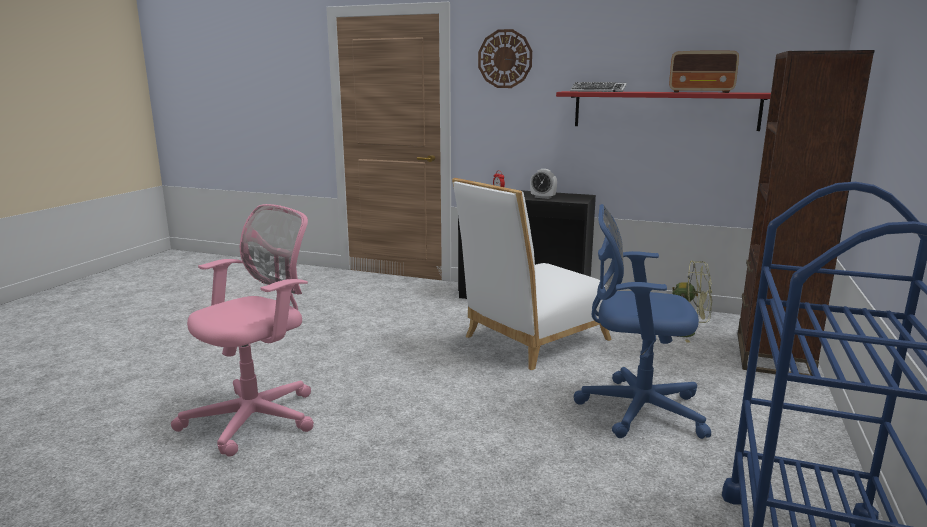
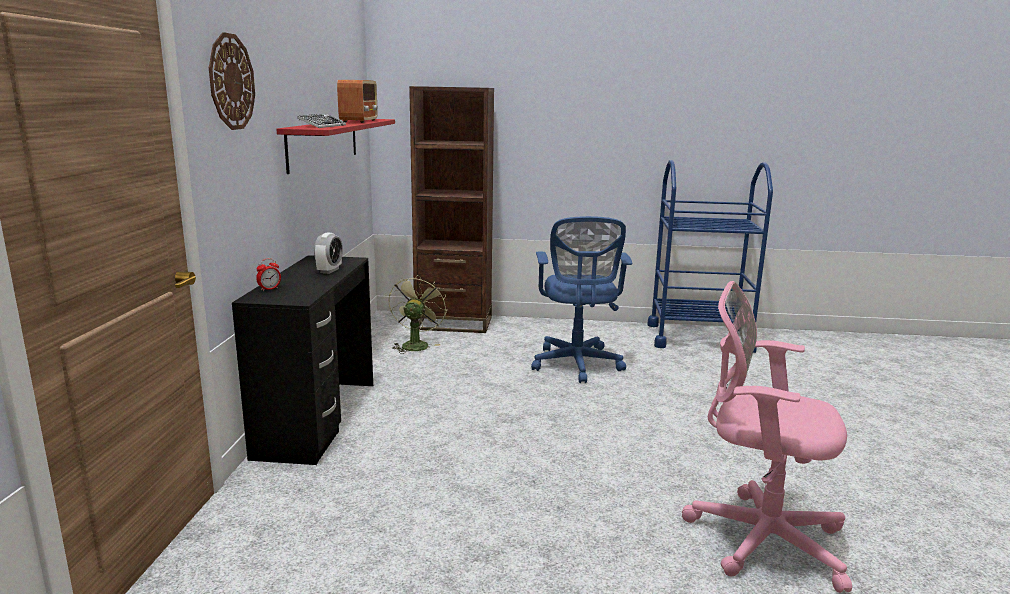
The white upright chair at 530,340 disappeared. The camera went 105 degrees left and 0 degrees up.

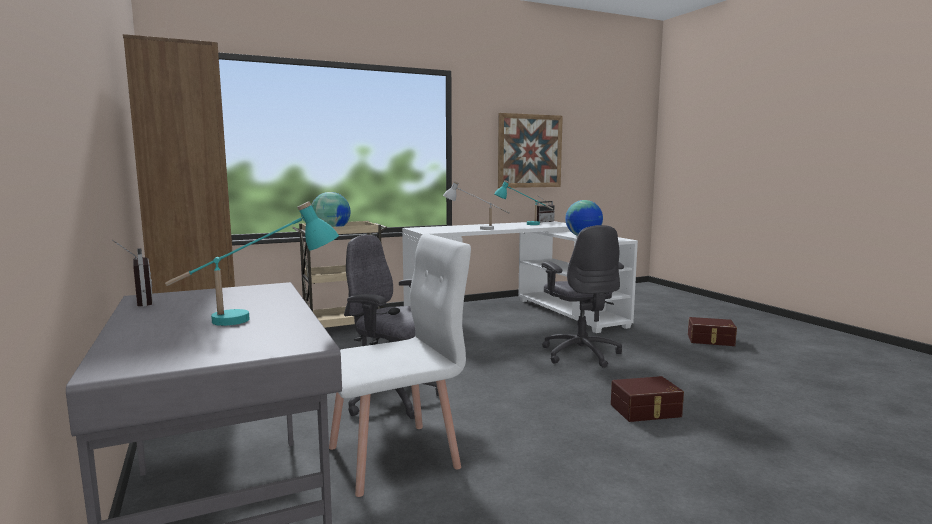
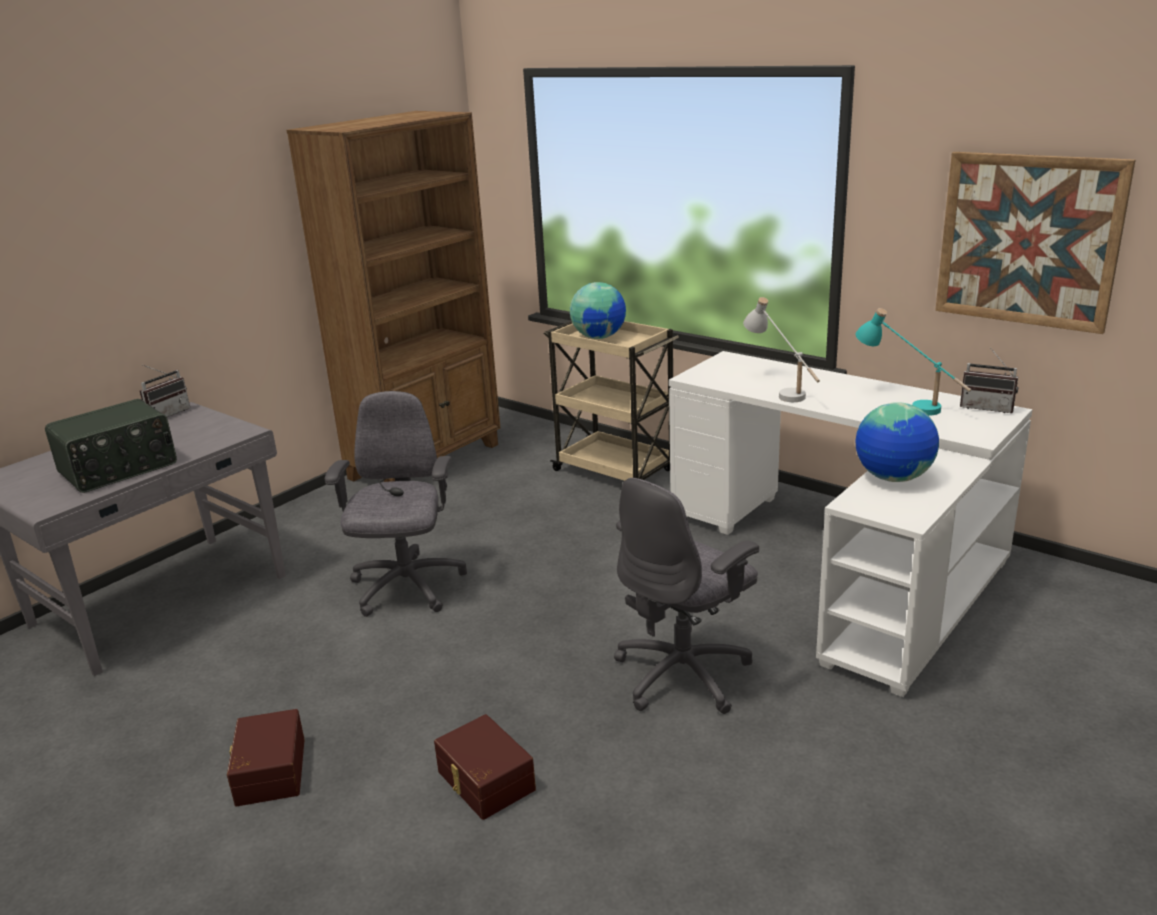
The white upright chair at 394,457 disappeared. The brown-coloured storage box moved from 711,340 to 268,771. The turquoise-coloured table lamp at 258,318 was replaced by the radio at 119,469. The camera went 65 degrees right and 15 degrees up.

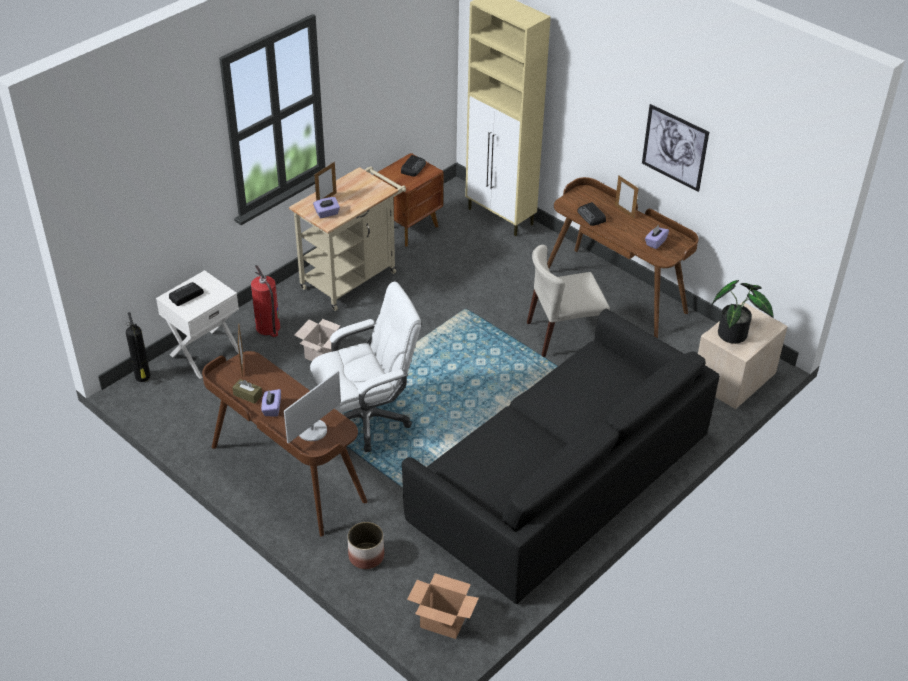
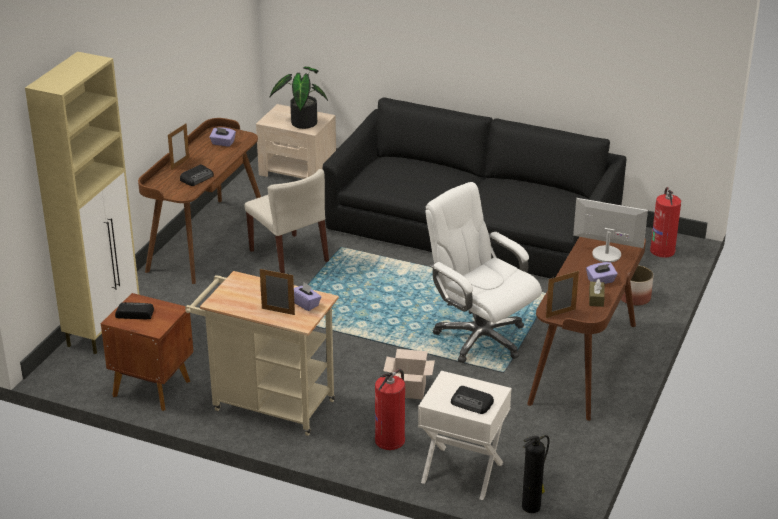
The wall picture at 675,147 disappeared. The carton at 442,622 was replaced by the extinguisher at 662,250. The camera went 110 degrees left and 10 degrees down.

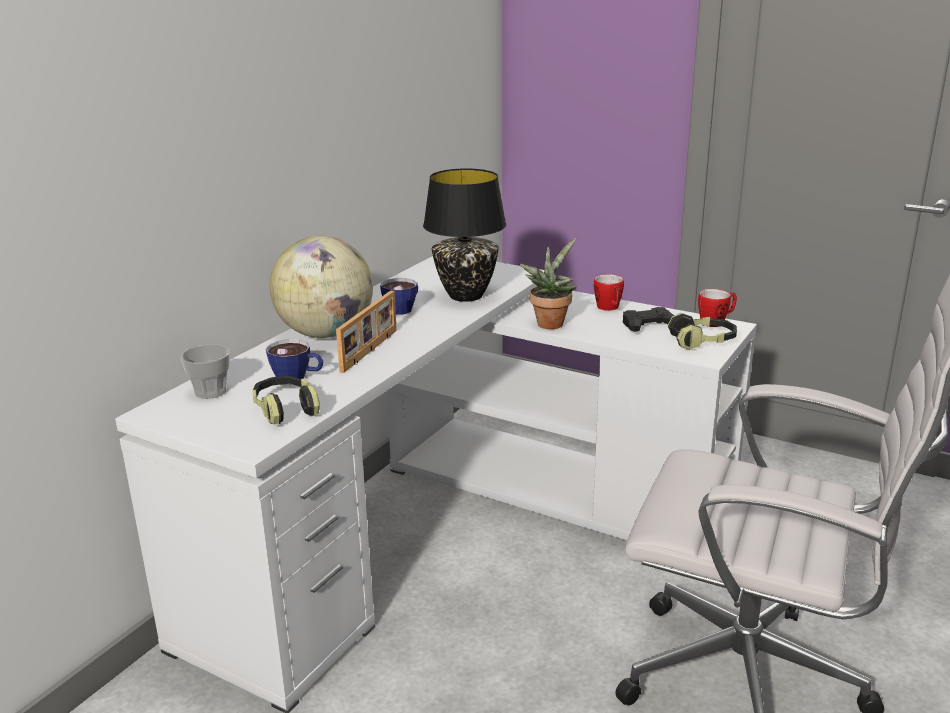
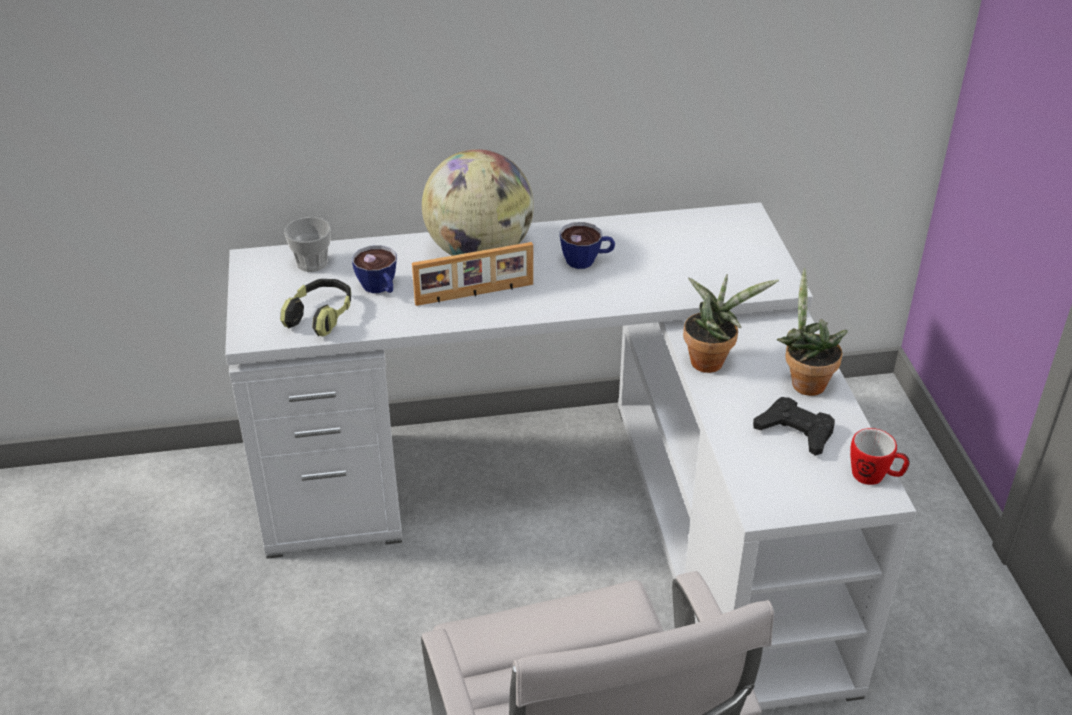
The blackish table lamp at 466,296 disappeared. The pair of headphones at 702,342 disappeared. The mug at 609,308 was replaced by the houseplant at 804,382. The camera went 50 degrees right and 15 degrees up.

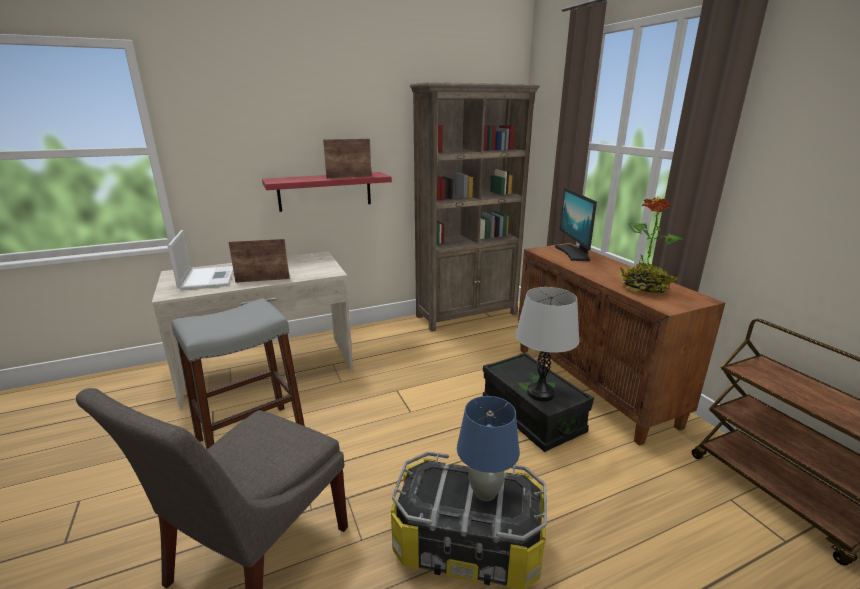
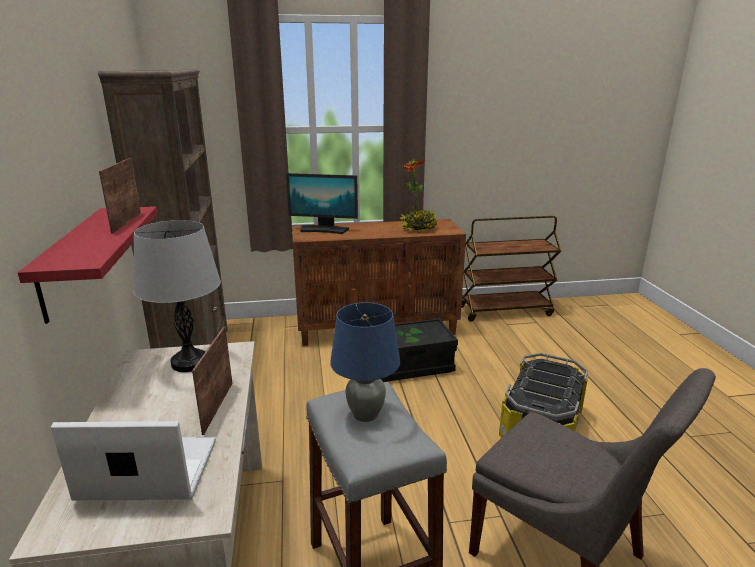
The blue-coloured table lamp moved from 485,493 to 366,414. The grey table lamp moved from 540,393 to 190,362. The camera went 75 degrees left and 0 degrees up.

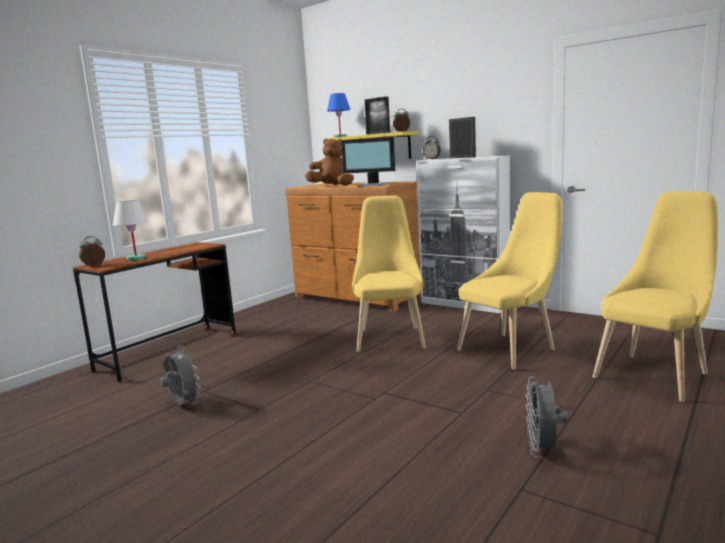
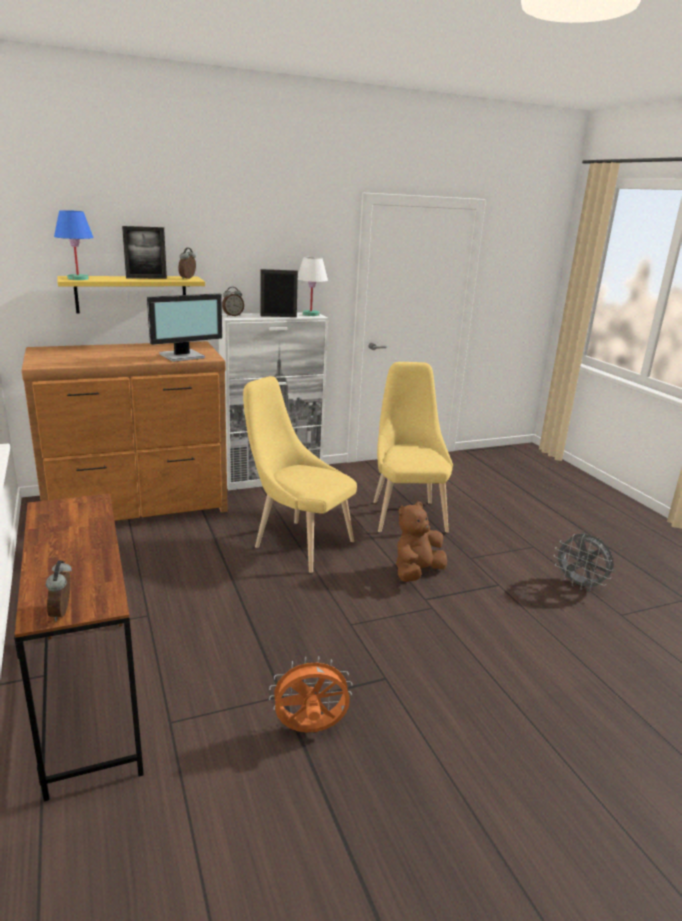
The yellow upright chair at 655,374 disappeared. The white table lamp moved from 136,258 to 311,314. The brown-coloured cuddly toy moved from 332,186 to 416,572. The grey cooling fan at 183,405 became the orange cooling fan at 310,730. The camera went 60 degrees left and 10 degrees up.

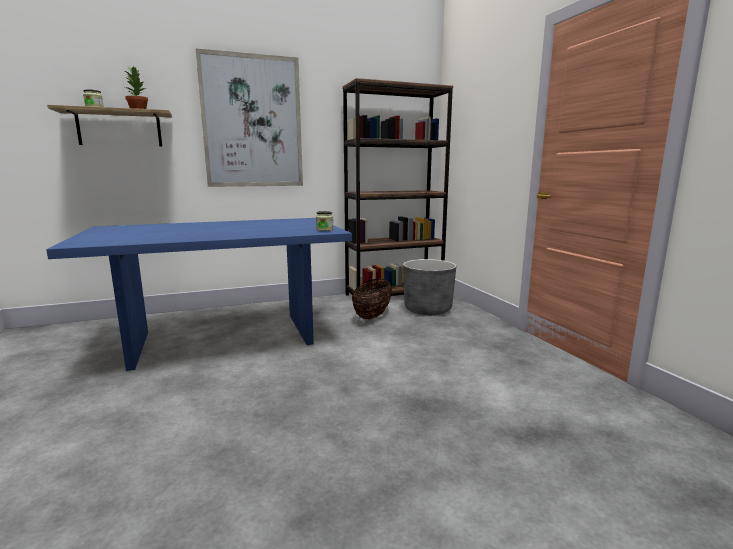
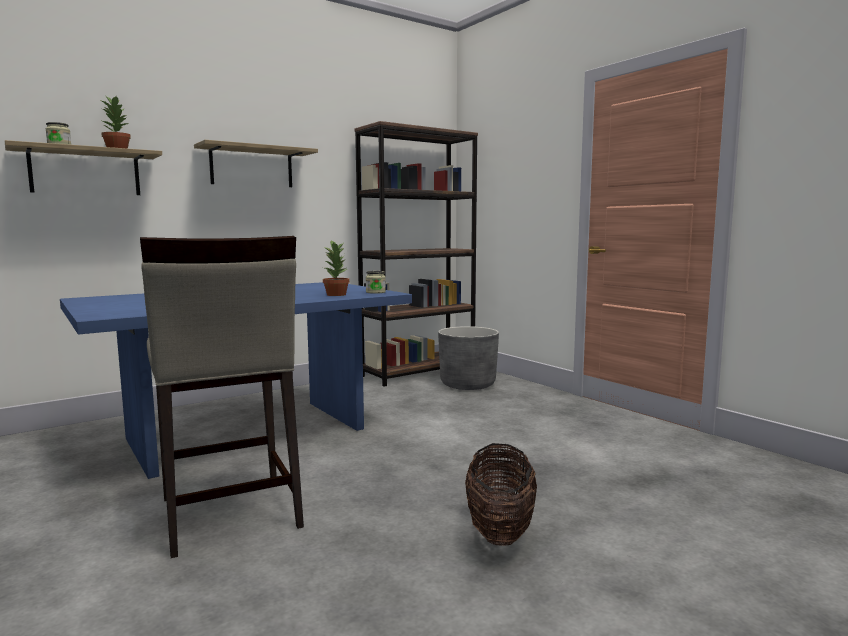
The beige sitting stool at 229,513 appeared. The houseplant at 336,294 appeared. The household basket moved from 372,316 to 499,529. The wall picture at 252,122 was replaced by the wall shelf at 252,167. The camera went 15 degrees left and 5 degrees down.

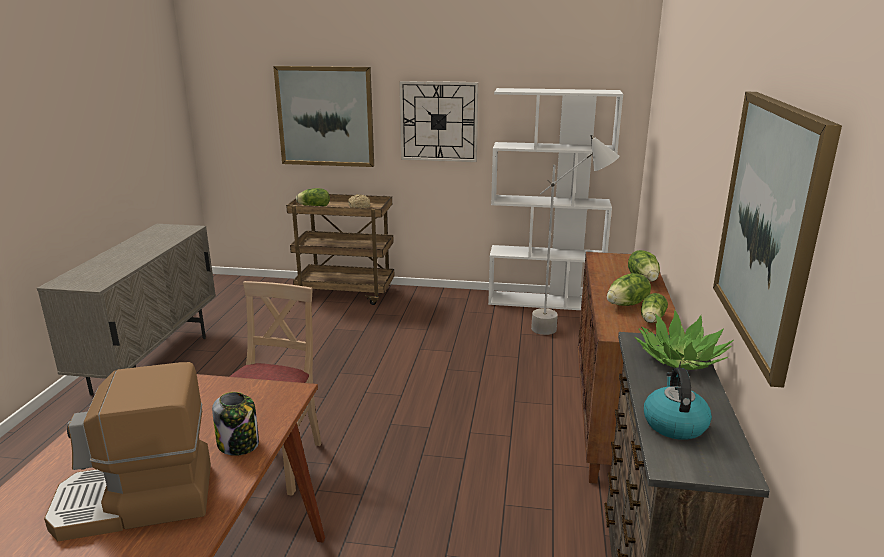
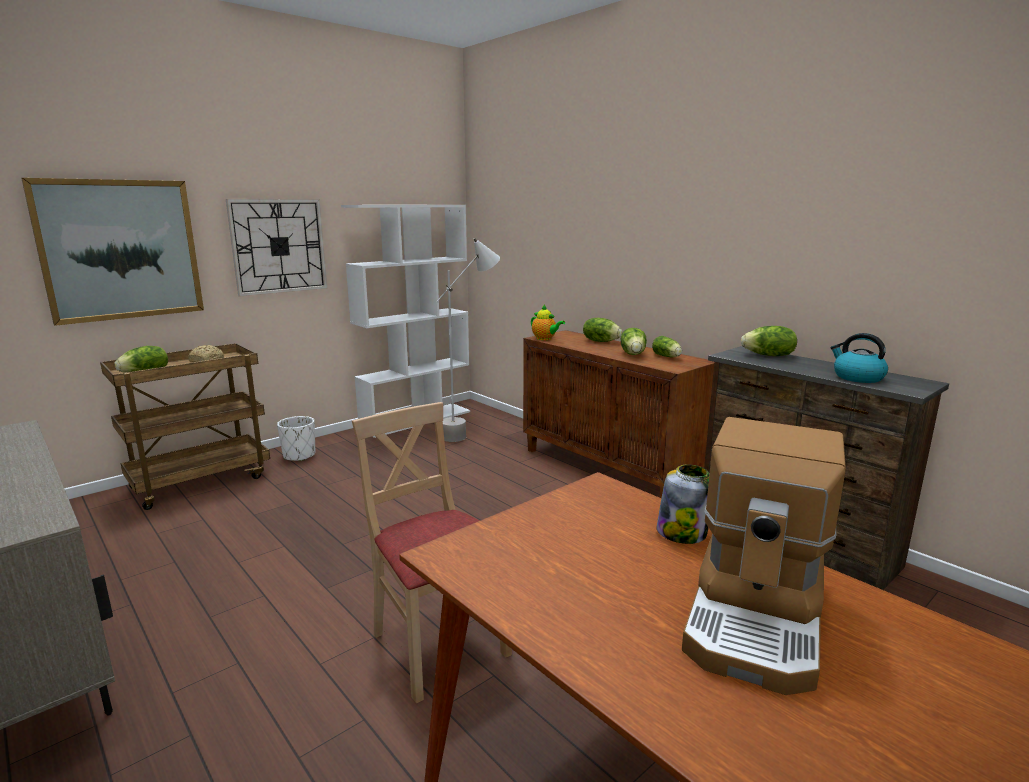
The wall picture at 769,225 disappeared. The white flower pot at 299,455 appeared. The teapot at 545,339 appeared. The houseplant at 680,359 was replaced by the head of lettuce at 769,355. The camera went 50 degrees left and 5 degrees down.

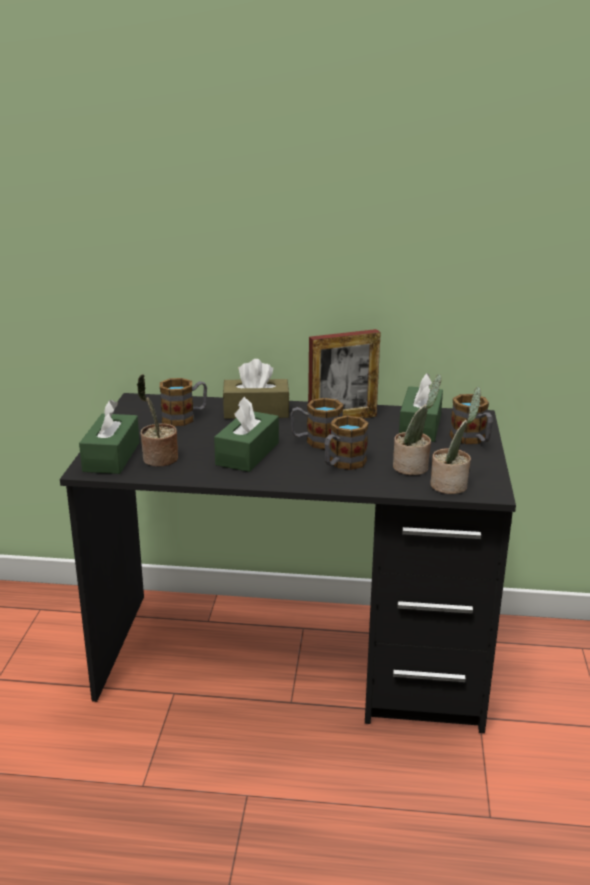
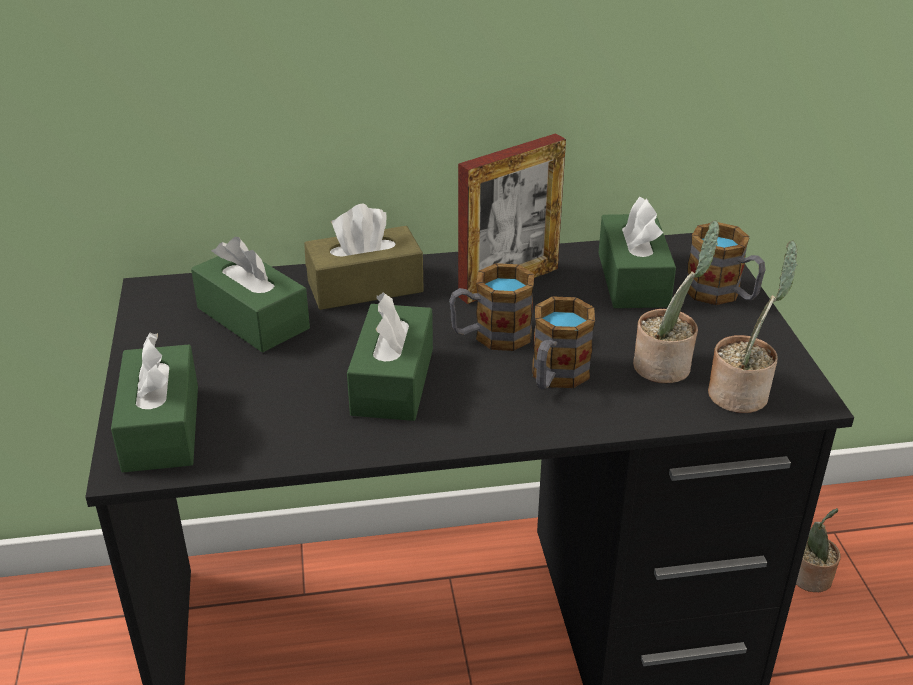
The houseplant moved from 158,459 to 811,579. The mug at 185,418 was replaced by the green-coloured tissue holder at 253,318. The camera went 15 degrees left and 10 degrees up.

